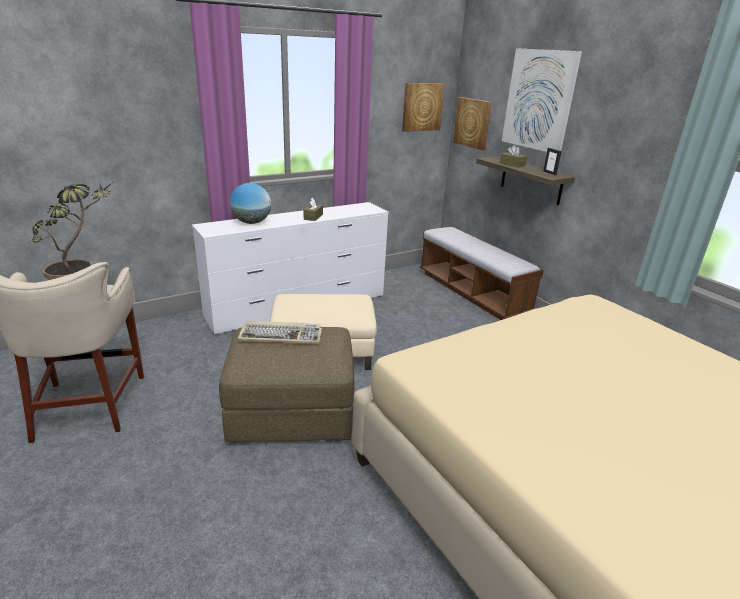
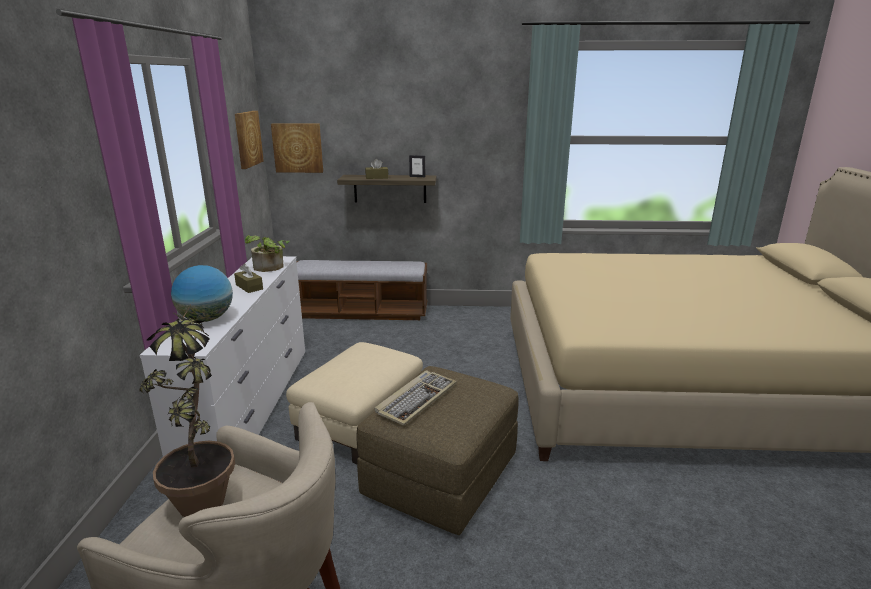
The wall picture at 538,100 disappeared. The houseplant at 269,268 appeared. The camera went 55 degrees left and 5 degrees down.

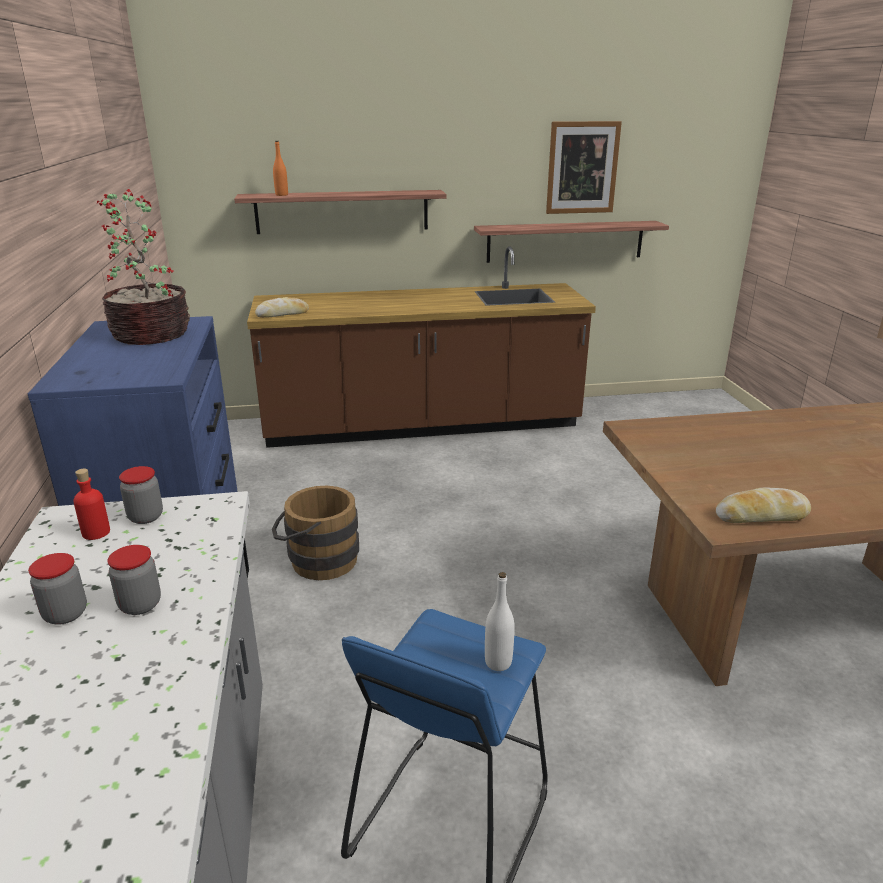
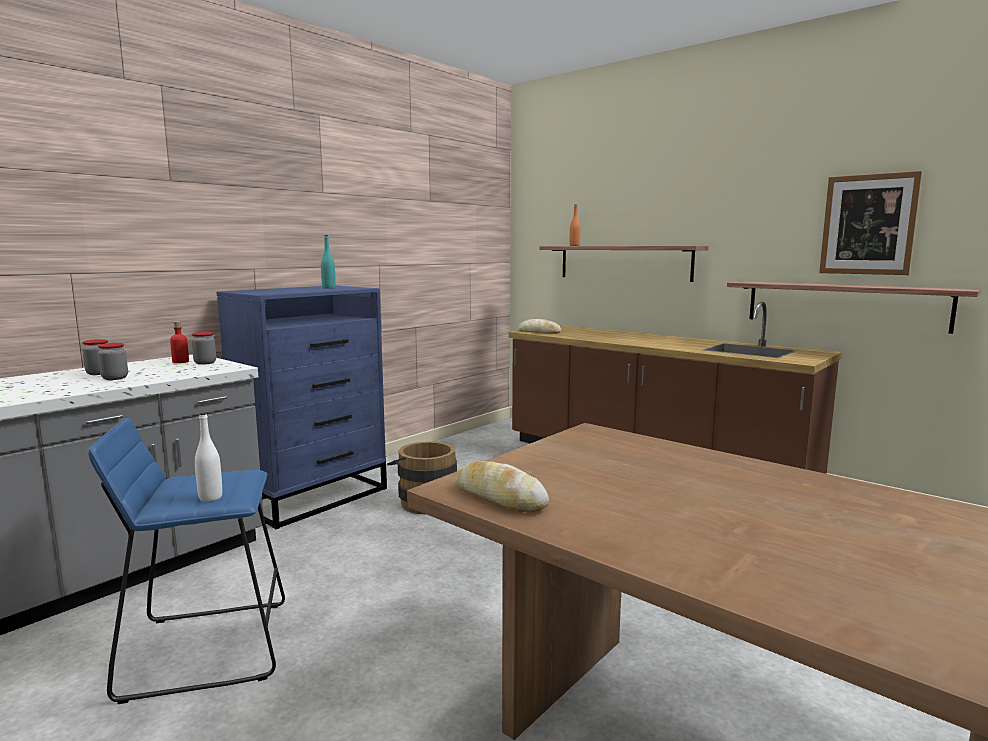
The houseplant at 150,333 was replaced by the turquoise-coloured drink bottle at 328,288. The camera went 50 degrees right and 15 degrees down.

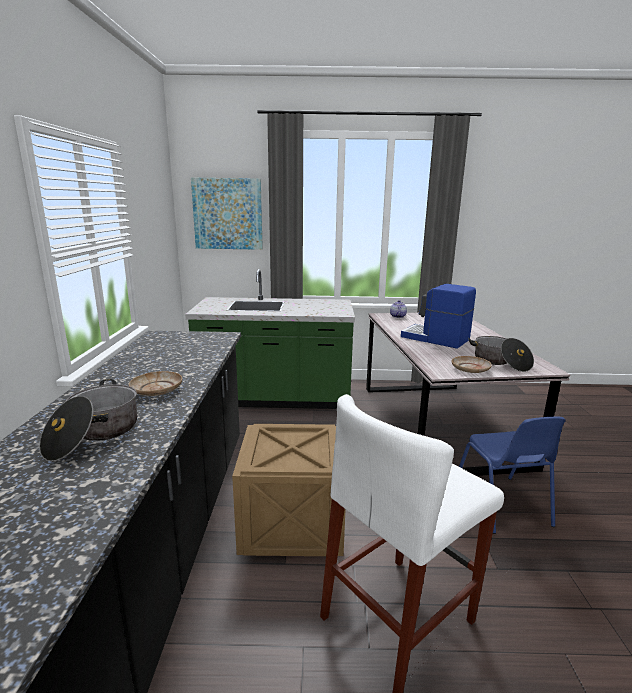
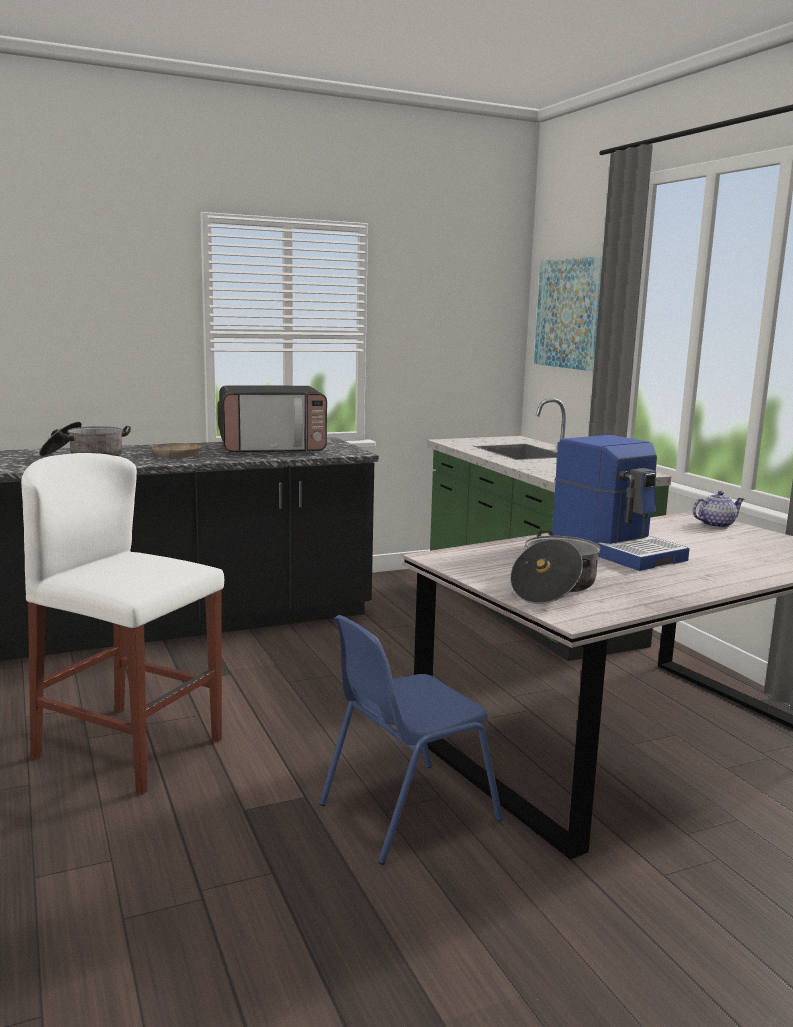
The shipping crate at 294,523 disappeared. The beige flat dish at 470,369 disappeared. The microwave at 273,448 appeared. The coffee brewer at 435,339 turned 135 degrees clockwise. The camera went 65 degrees right and 5 degrees down.

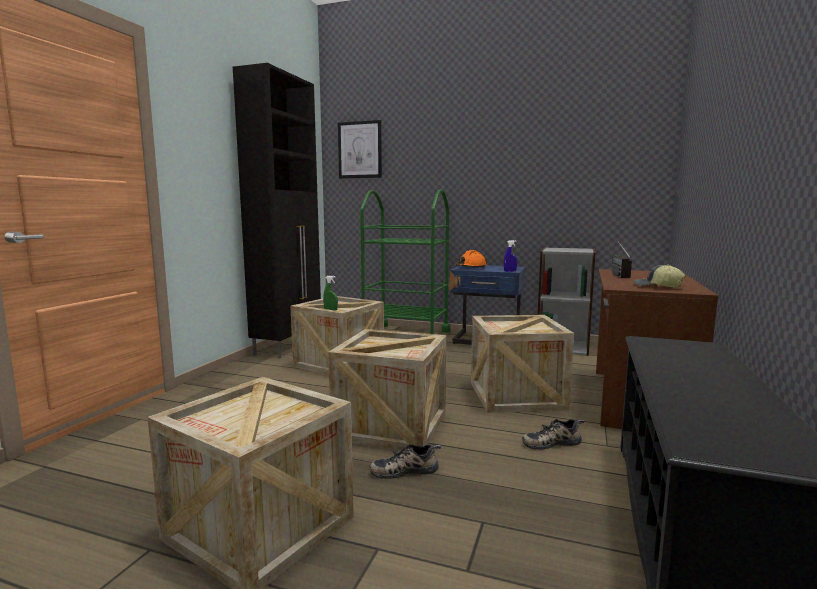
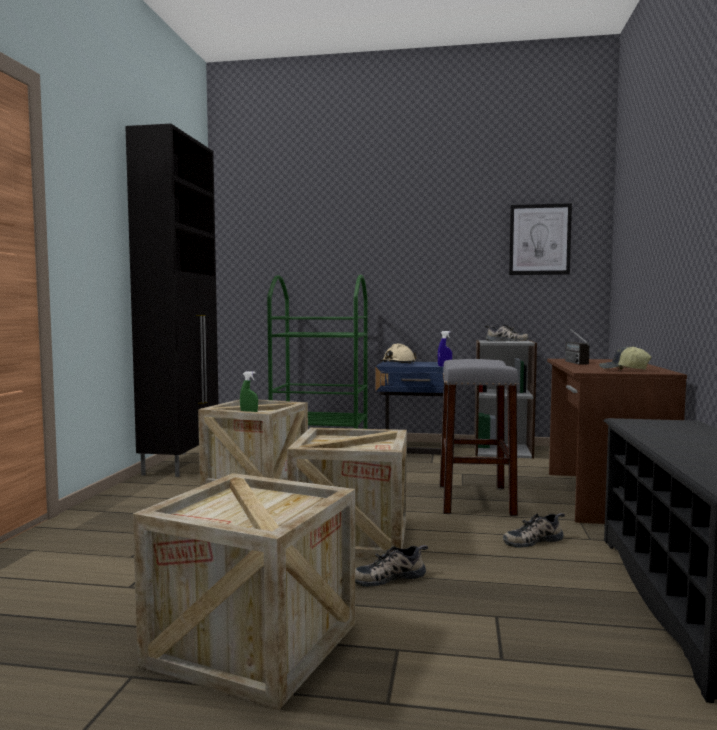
The shoe at 506,340 appeared. The wall picture moved from 360,150 to 539,239. The shipping crate at 516,395 was replaced by the grey sitting stool at 475,499. The orange hard hat at 471,268 became the beige hard hat at 398,364. The camera went 10 degrees left and 5 degrees down.

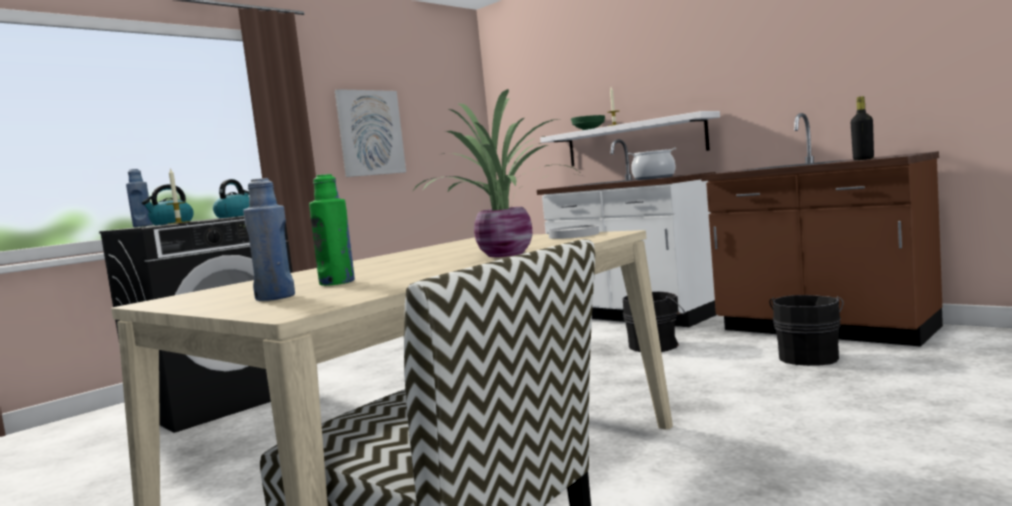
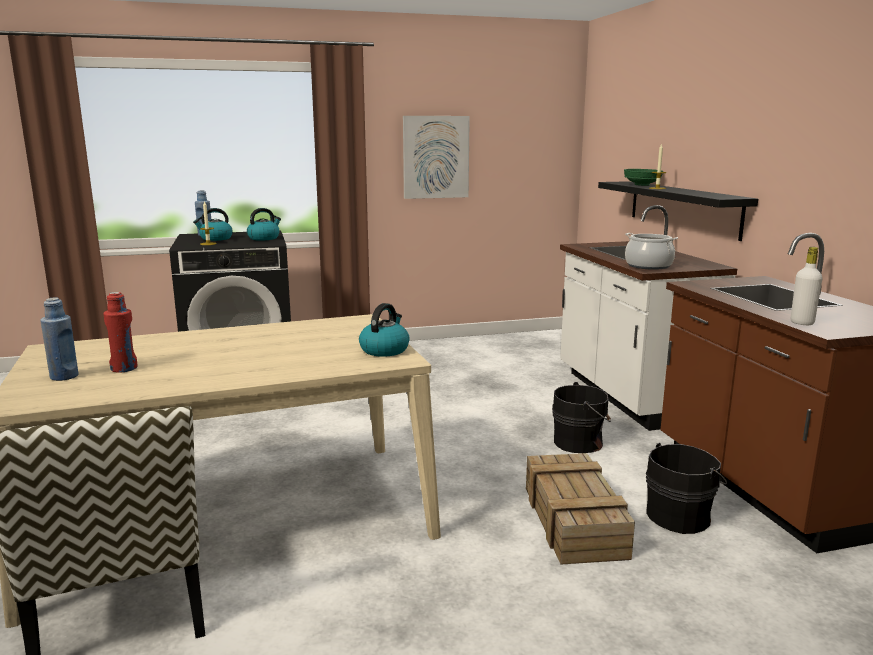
The houseplant at 507,254 disappeared. The shipping crate at 575,522 appeared. The white flat dish at 573,235 was replaced by the tea kettle at 384,350. The green-coloured drink bottle at 337,282 became the red-coloured drink bottle at 124,368. The white wall shelf at 633,142 became the blackish wall shelf at 682,208. The blackish drink bottle at 863,159 became the white drink bottle at 802,323. The camera went 30 degrees right and 10 degrees up.

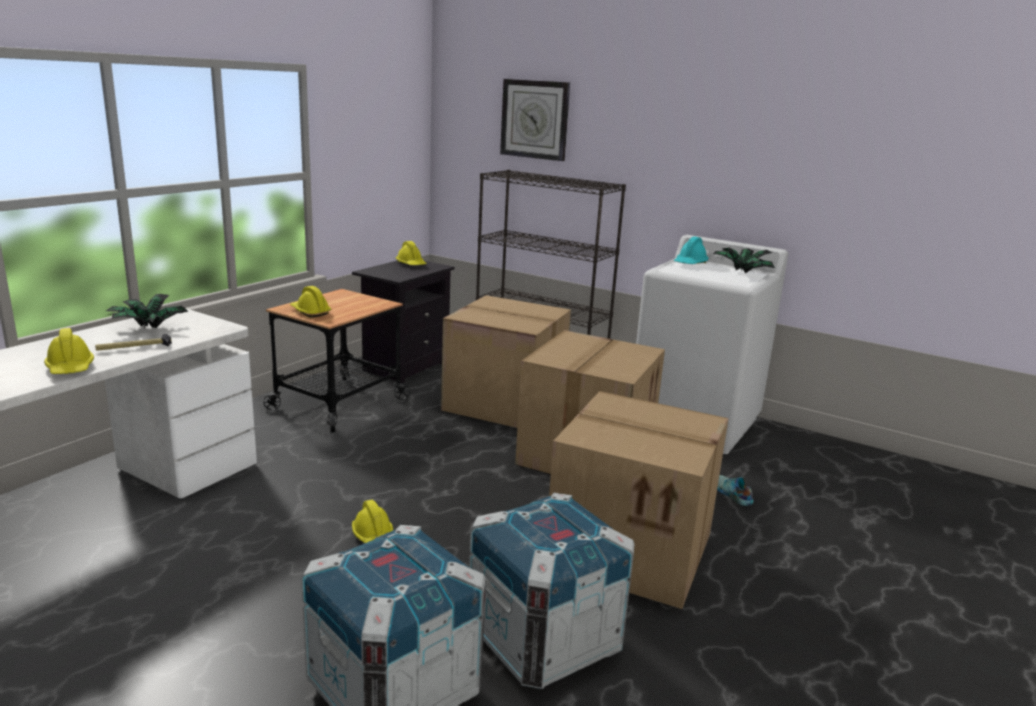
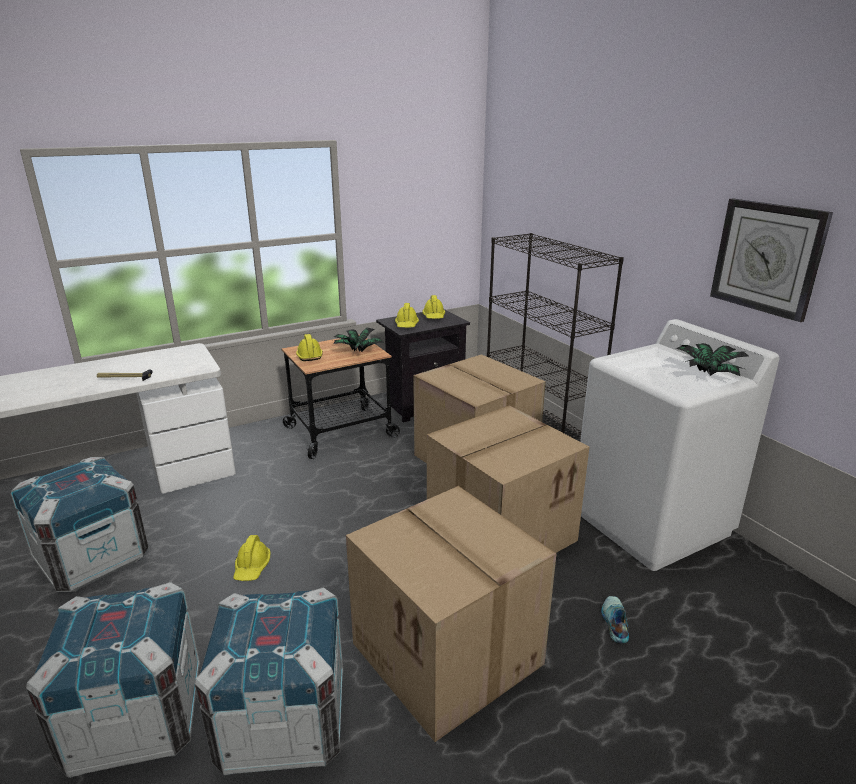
The turquoise-coloured hard hat at 690,264 disappeared. The shipping crate at 92,559 appeared. The yellow hard hat moved from 70,368 to 407,325. The houseplant moved from 148,328 to 357,351. The hanging clock moved from 535,119 to 767,258. The camera went 30 degrees right and 5 degrees up.

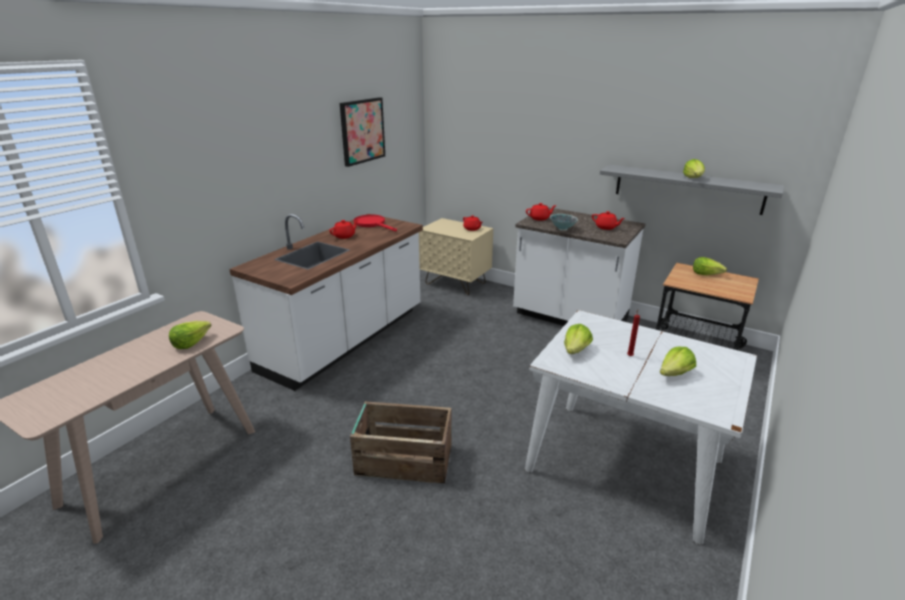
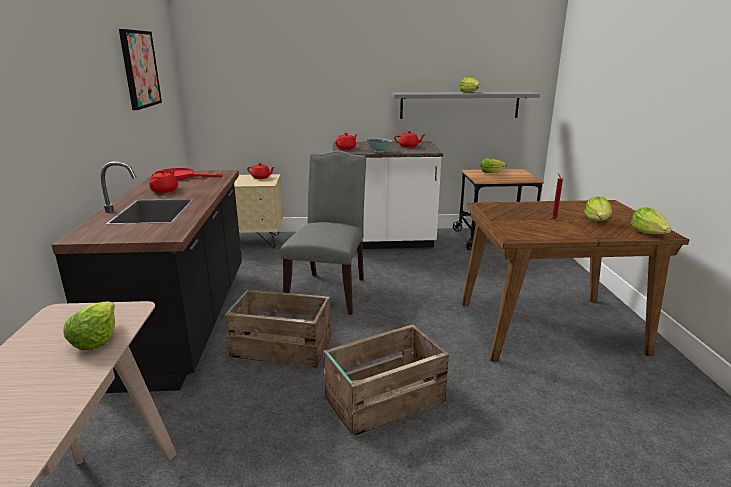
The shipping crate at 280,347 appeared. The grey upright chair at 329,290 appeared. The head of lettuce moved from 576,350 to 649,233. The white kitchen counter at 345,340 became the blackish kitchen counter at 185,320. The white dining table at 625,466 became the brown-coloured dining table at 550,327. The camera went 35 degrees left and 5 degrees down.

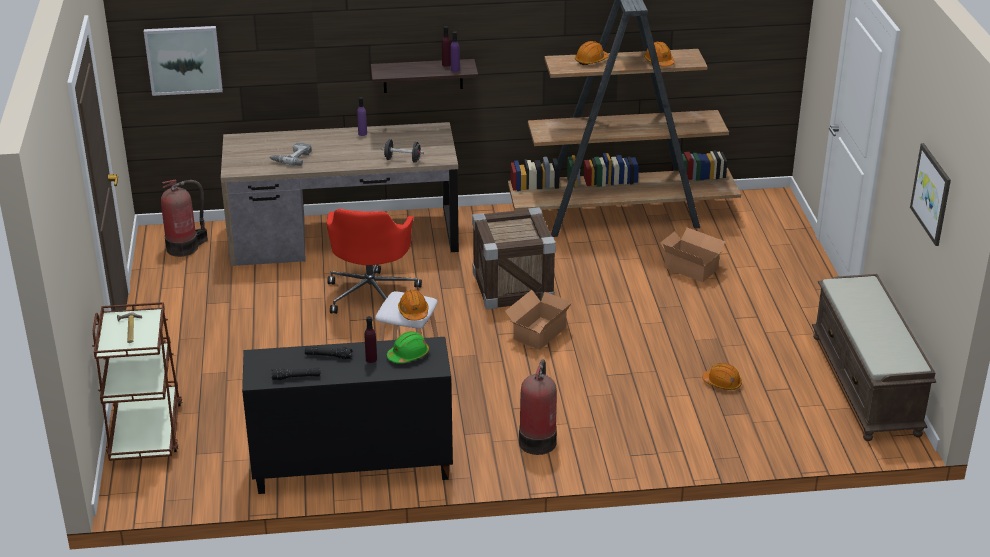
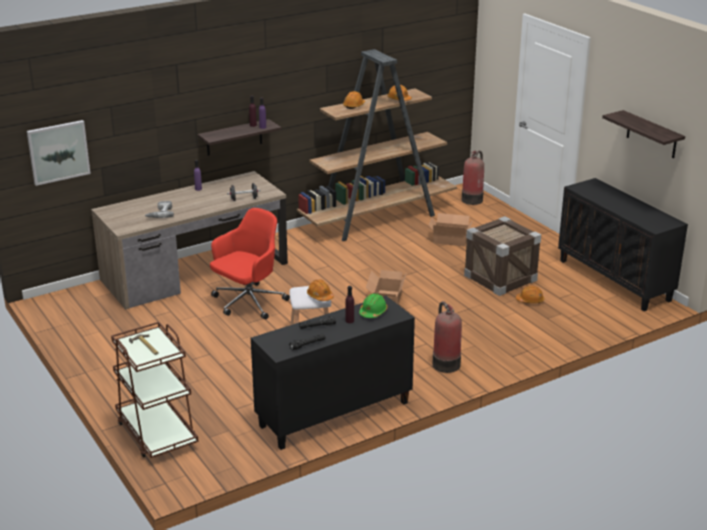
The extinguisher moved from 185,247 to 473,199. The shipping crate moved from 512,287 to 500,278. The brown-coloured long seat at 866,385 was replaced by the blackish cabinet at 615,280. The wall picture at 932,194 was replaced by the wall shelf at 651,135. The red-coloured computer chair at 371,293 turned 120 degrees counterclockwise. The camera went 25 degrees left and 5 degrees down.

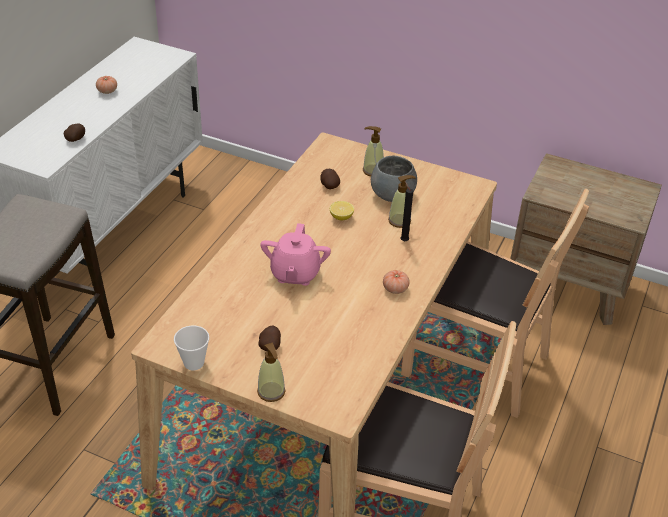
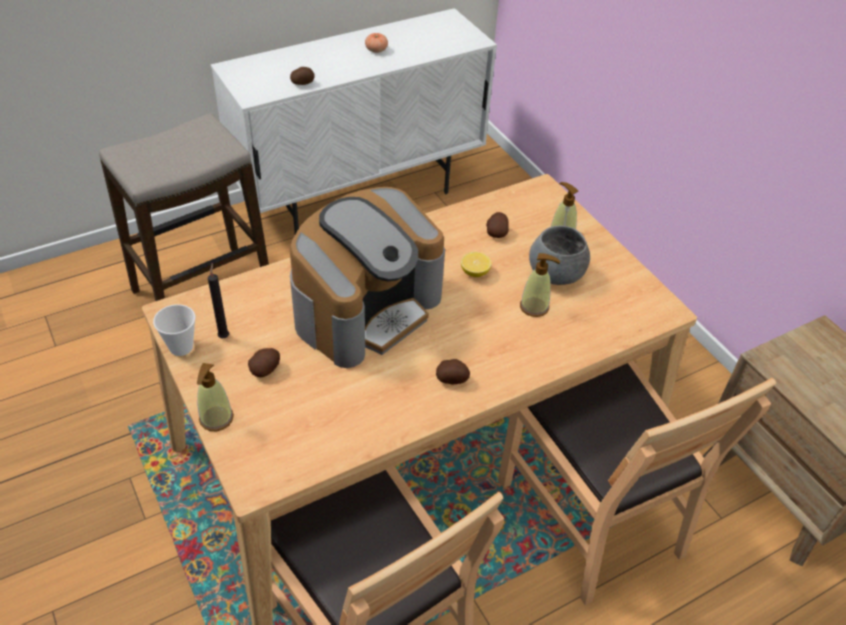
The blackish wax light moved from 403,240 to 224,336. The pinkish teapot at 295,274 was replaced by the coffee brewer at 366,308. The whole tomato at 395,289 was replaced by the potato at 452,379. The camera went 35 degrees right and 5 degrees up.

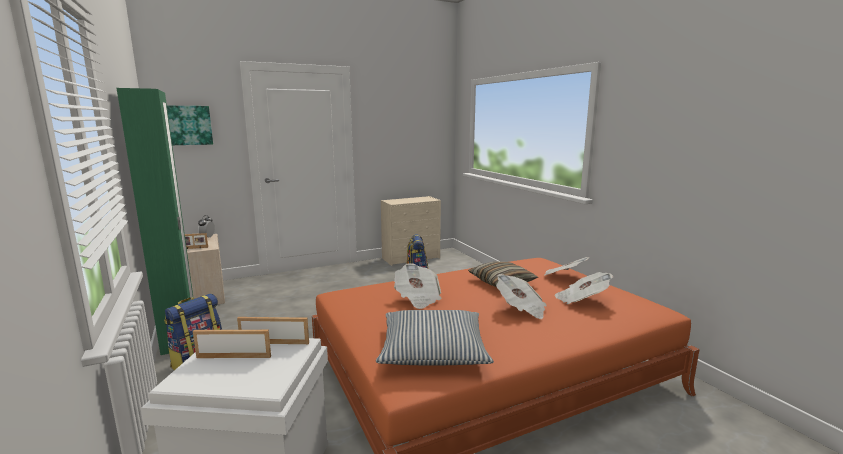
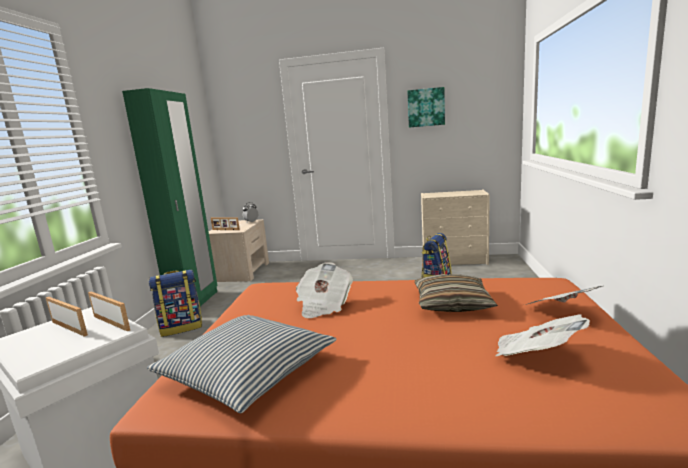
The printed paper at 521,309 disappeared. The wall picture moved from 190,125 to 426,107. The camera went 35 degrees right and 0 degrees up.

